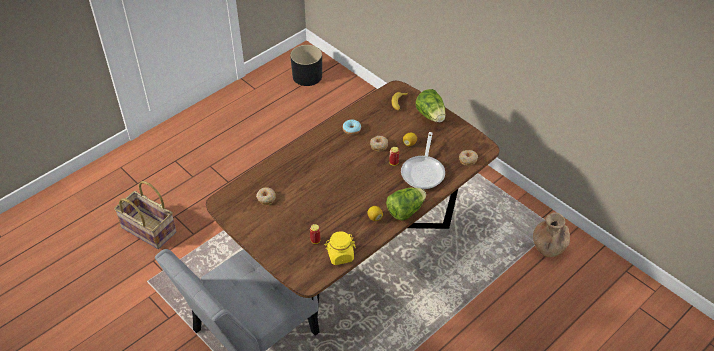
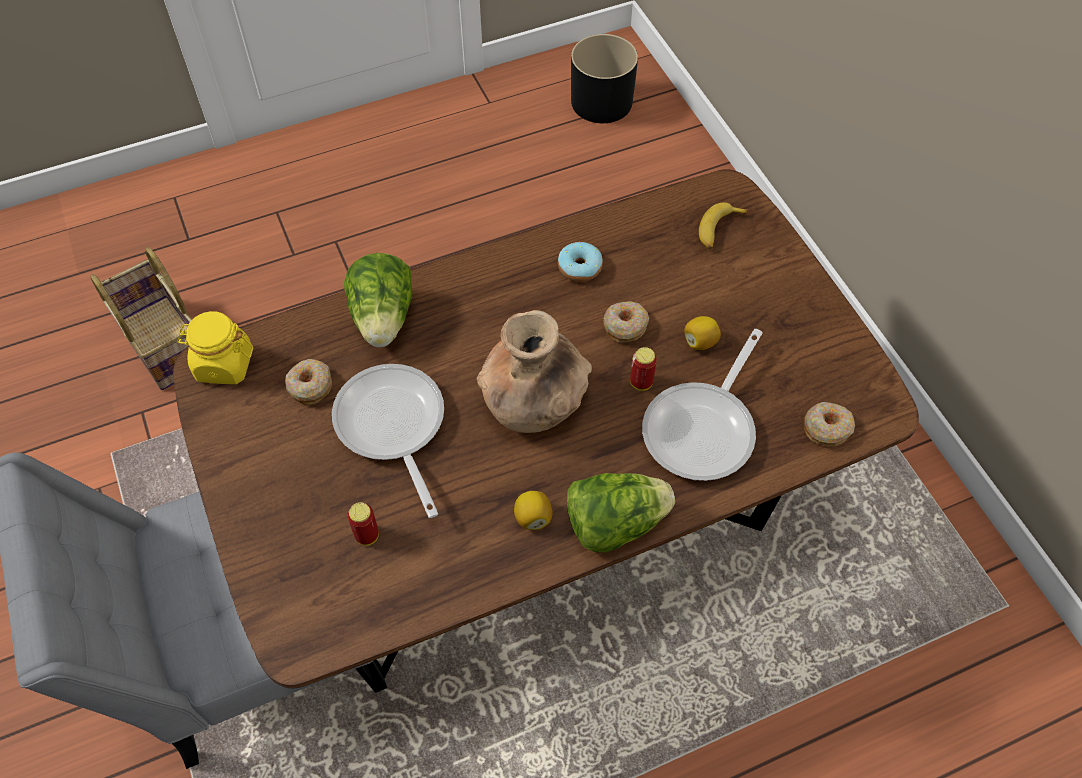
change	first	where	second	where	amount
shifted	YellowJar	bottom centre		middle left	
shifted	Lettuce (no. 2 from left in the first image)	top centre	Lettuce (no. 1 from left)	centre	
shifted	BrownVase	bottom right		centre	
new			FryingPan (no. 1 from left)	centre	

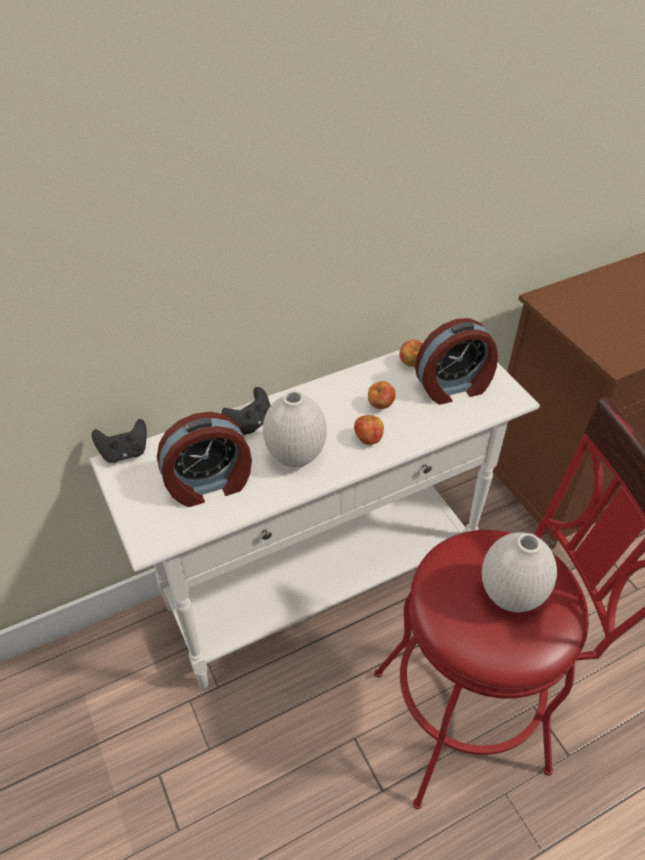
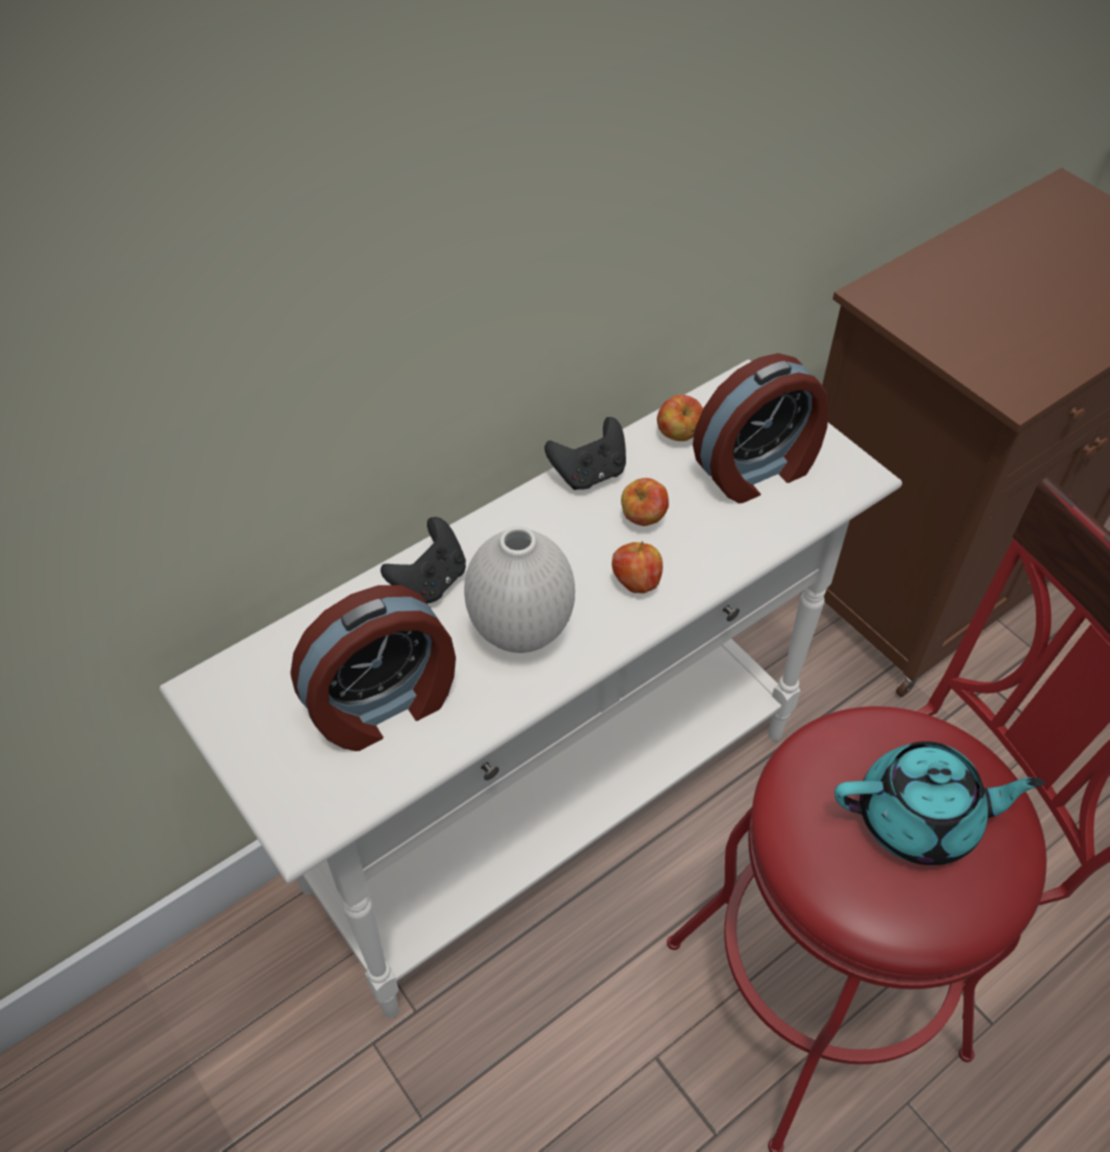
change	first	where	second	where	amount
shifted	BlackGameController (no. 1 from left in the first image)	middle left	BlackGameController (no. 2 from left)	centre	
swapped	WhiteVase (no. 2 from left)	middle right	TurquoiseTeapot	bottom right	

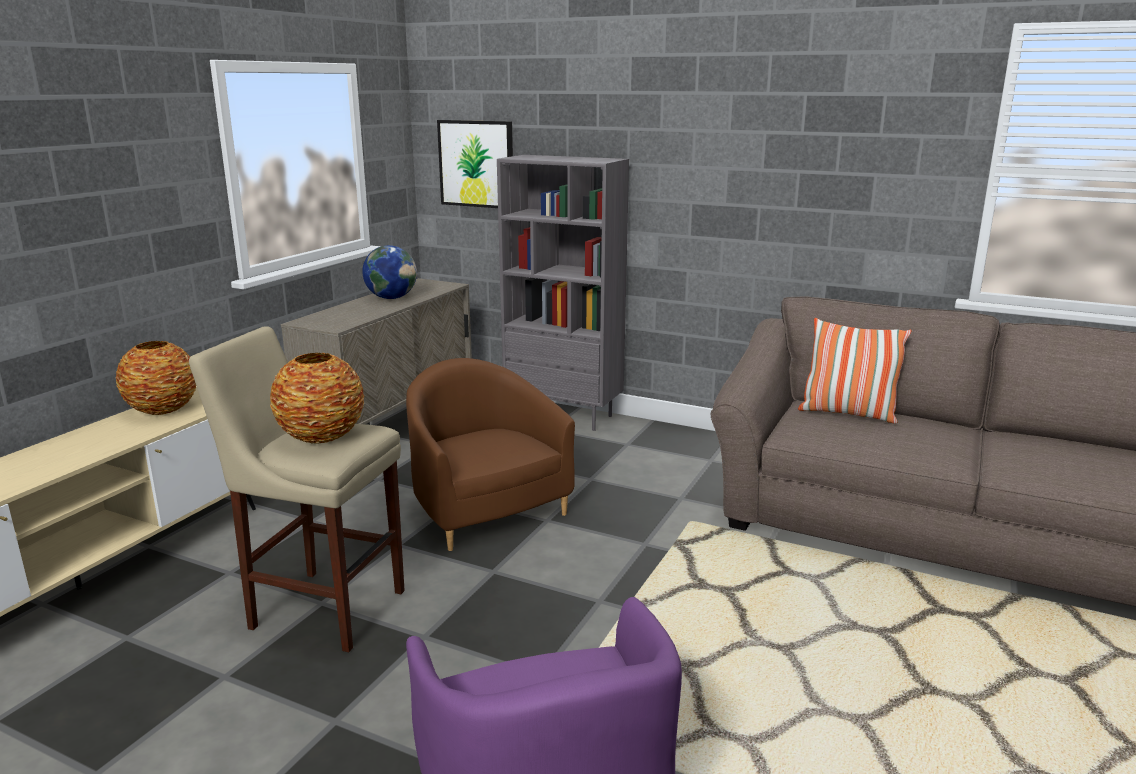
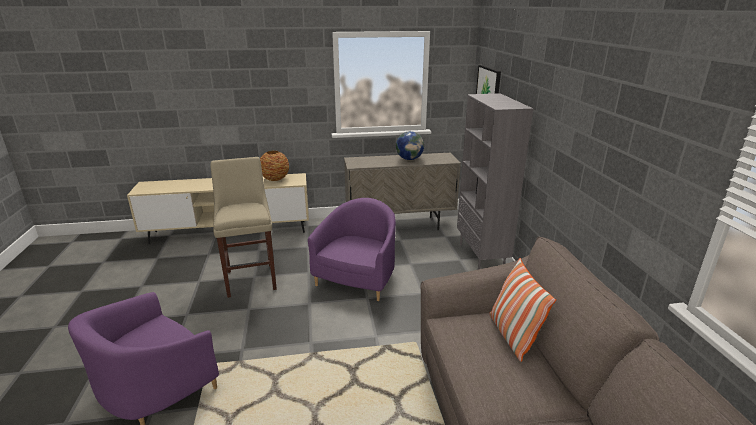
change	first	where	second	where	amount
gone	Vase (no. 2 from left)	middle left			
repainted	BrownArmchair	centre	PurpleArmchair (no. 2 from left)	centre	

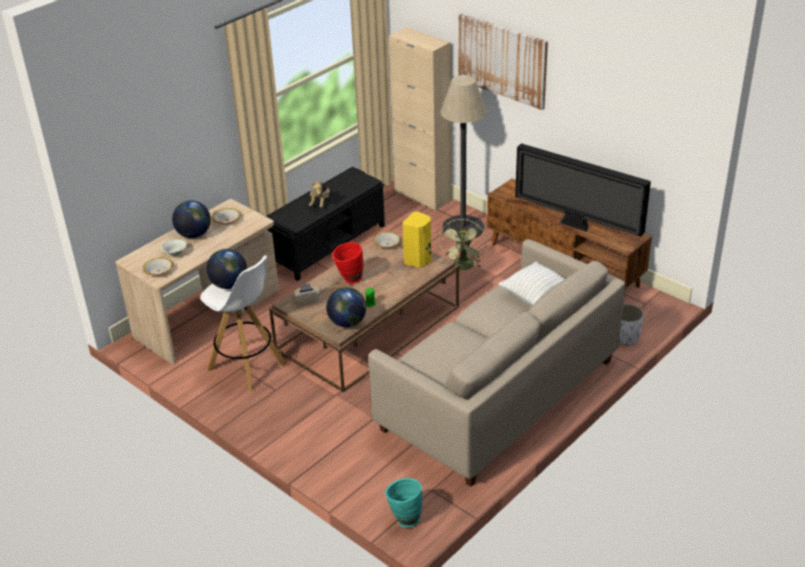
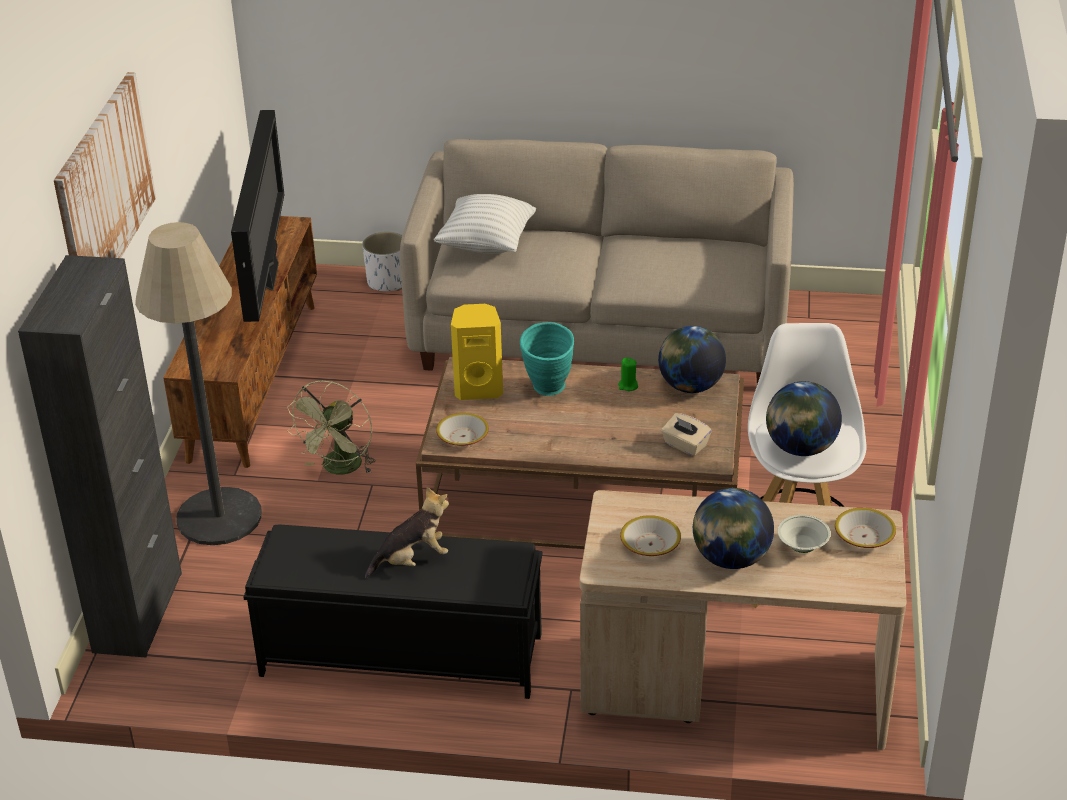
change	first	where	second	where	amount
gone	RedVase	centre			
shifted	TurquoiseVase	bottom centre		centre	
repainted	BeigeCabinet	top centre	BlackCabinet	middle left	
rotated	GreenFan	centre		middle left	135 degrees clockwise

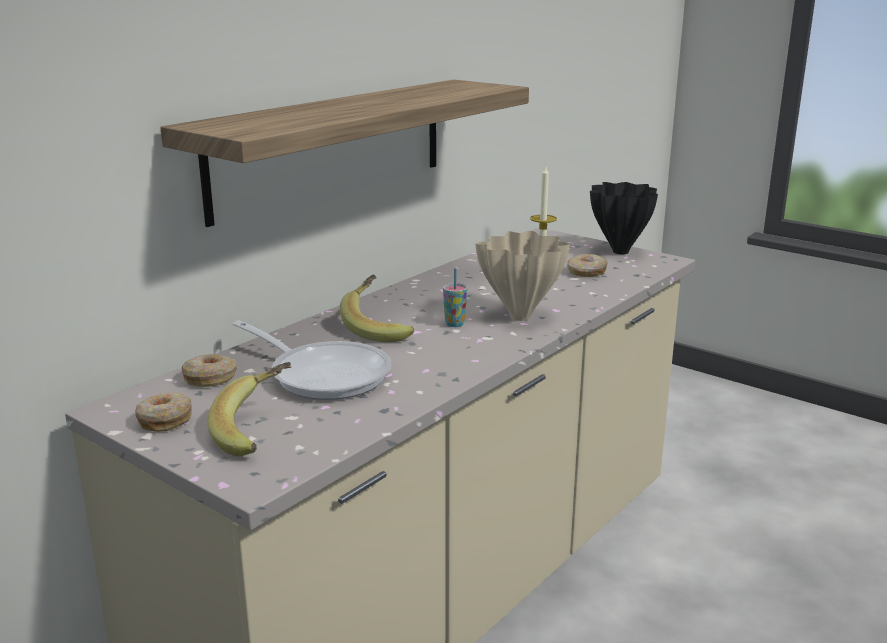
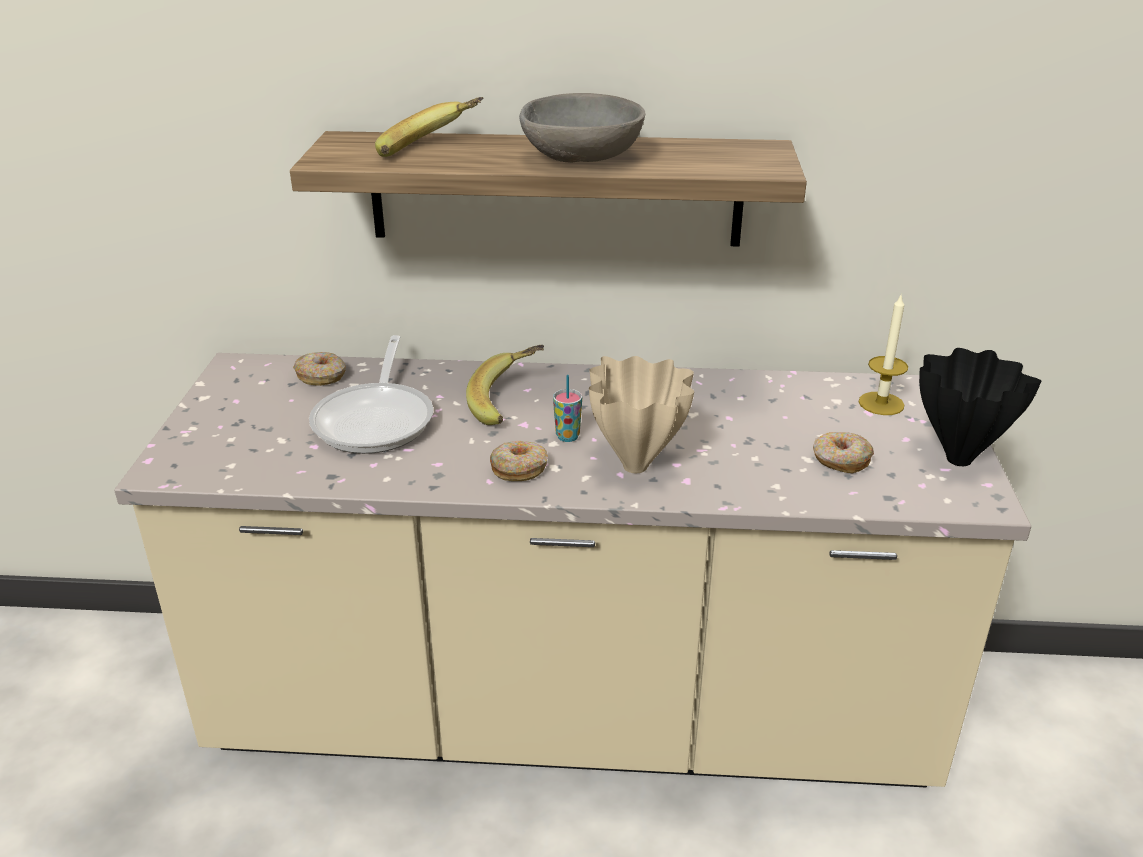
change	first	where	second	where	amount
shifted	Donut (no. 1 from left in the first image)	middle left	Donut (no. 2 from left)	centre	
shifted	Banana (no. 1 from left)	middle left		top centre	
new			GreyBowl	top centre	

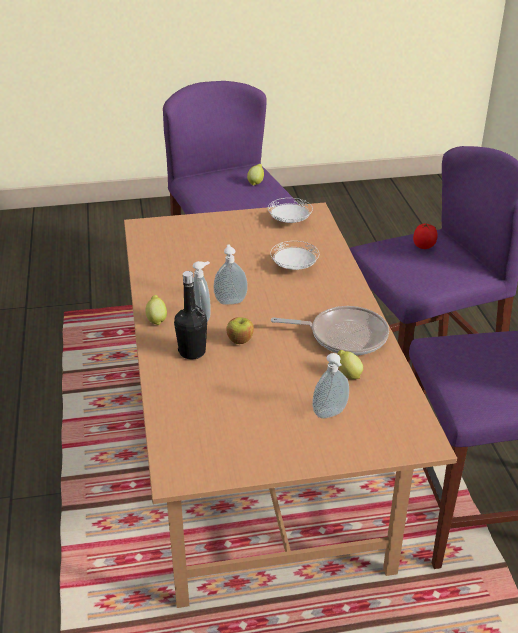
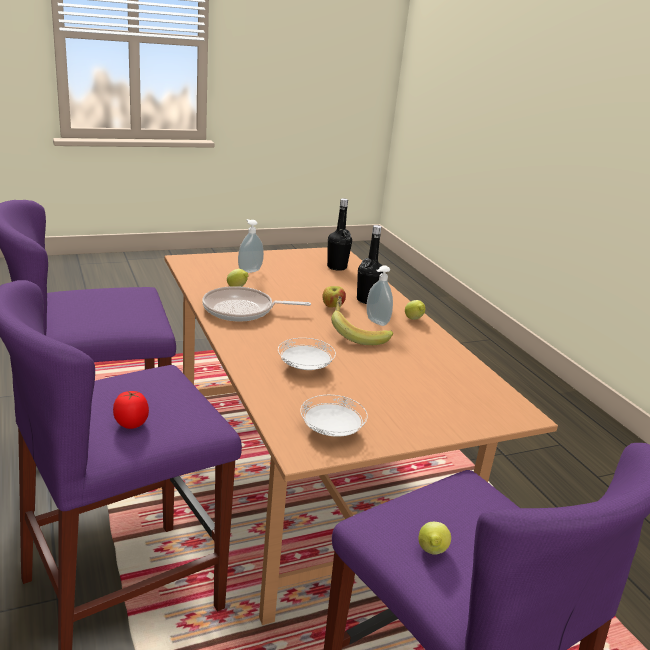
change	first	where	second	where	amount
swapped	SoapDispenser (no. 2 from left)	centre	Banana	centre	
new			BlackBottle (no. 1 from left)	centre	

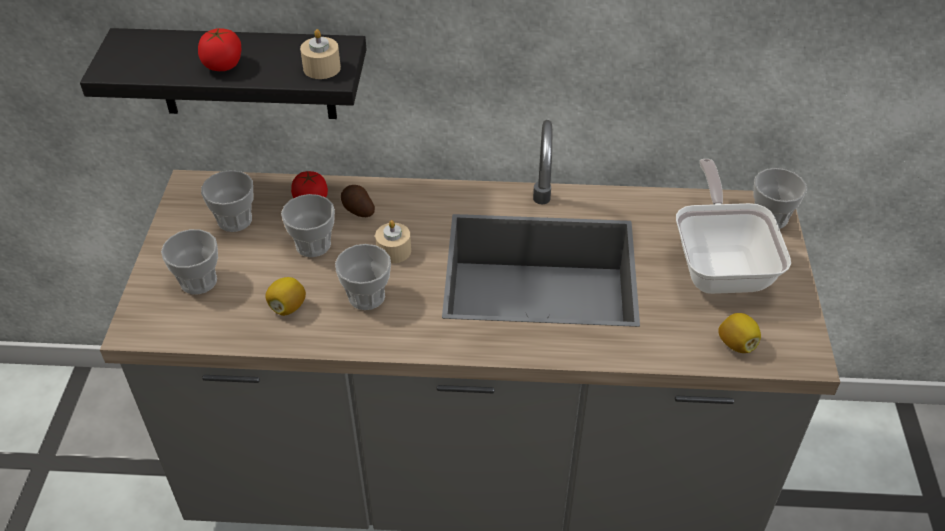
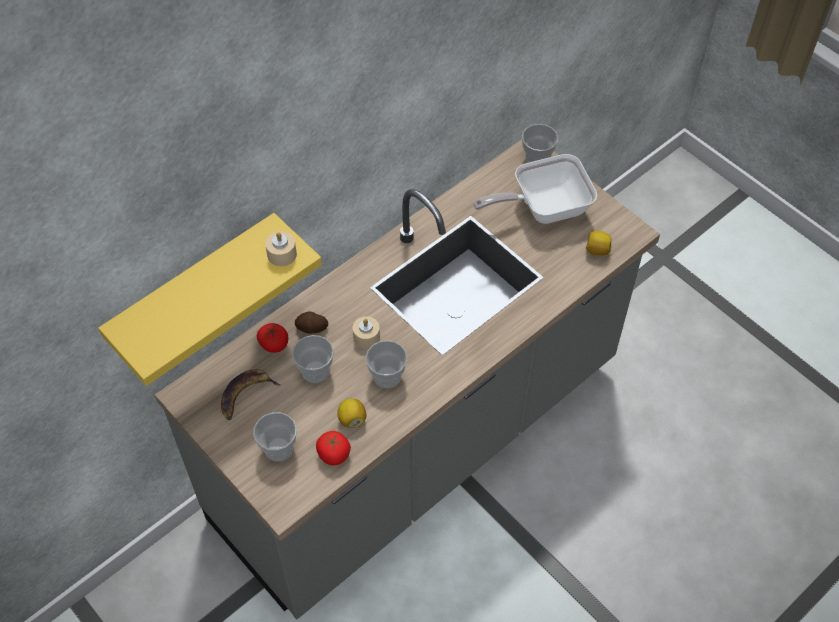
change	first	where	second	where	amount
repainted	BlackShelf	top left	YellowShelf	middle left	
shifted	Tomato (no. 1 from left in the first image)	top left	Tomato (no. 2 from left)	bottom centre	
swapped	Cup (no. 2 from left)	middle left	Banana	middle left	
rotated	FryingPan	middle right		top centre	60 degrees counterclockwise

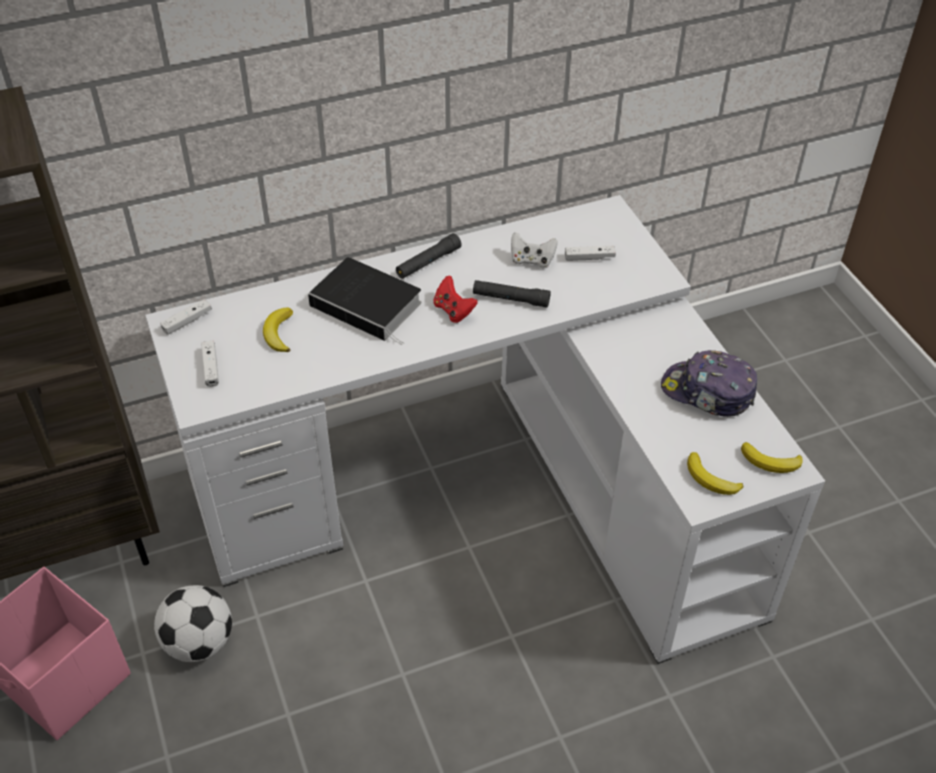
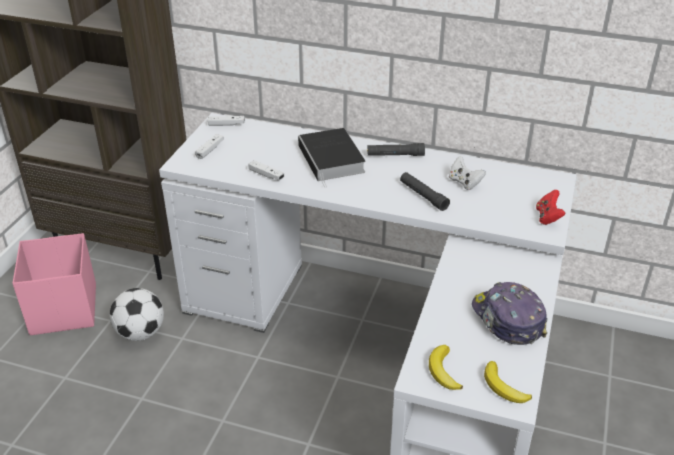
change	first	where	second	where	amount
gone	Banana (no. 1 from left)	middle left			
shifted	RedGameController	centre		middle right	
shifted	WhiteGameController (no. 4 from left in the first image)	top centre	WhiteGameController (no. 3 from left)	centre	

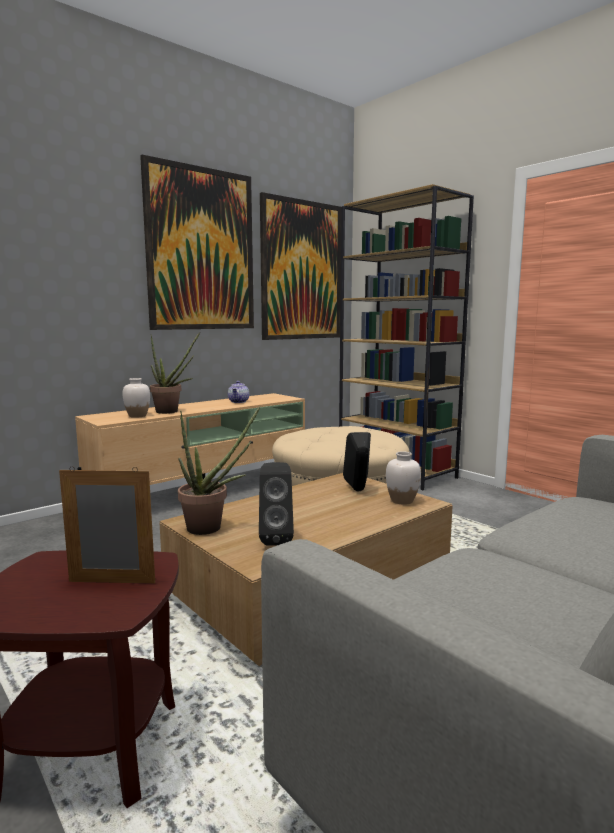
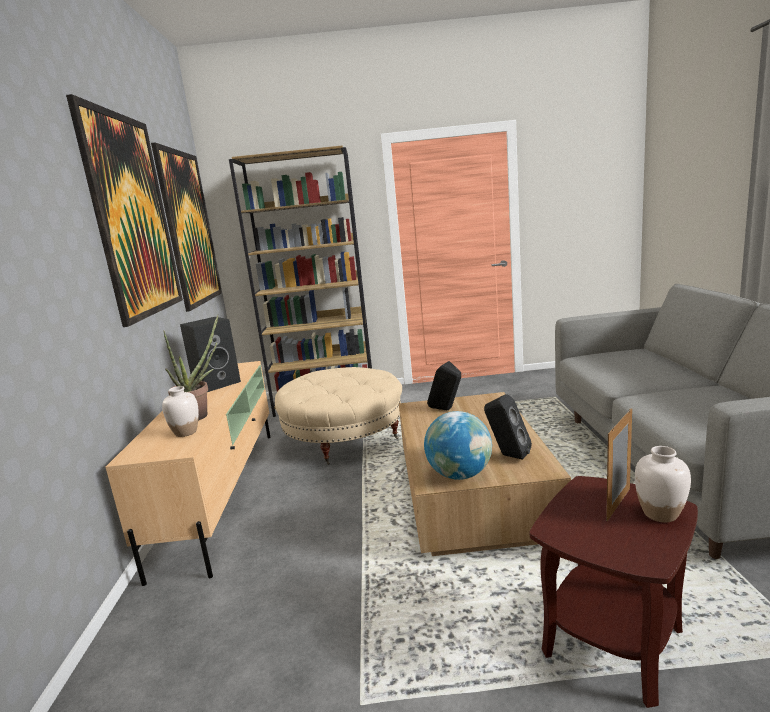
change	first	where	second	where	amount
swapped	PottedPlant (no. 2 from left)	centre	Globe	centre	
swapped	Teapot	centre	BlackSpeaker (no. 1 from left)	middle left	
shifted	WhiteVase (no. 2 from left)	centre		bottom right	

